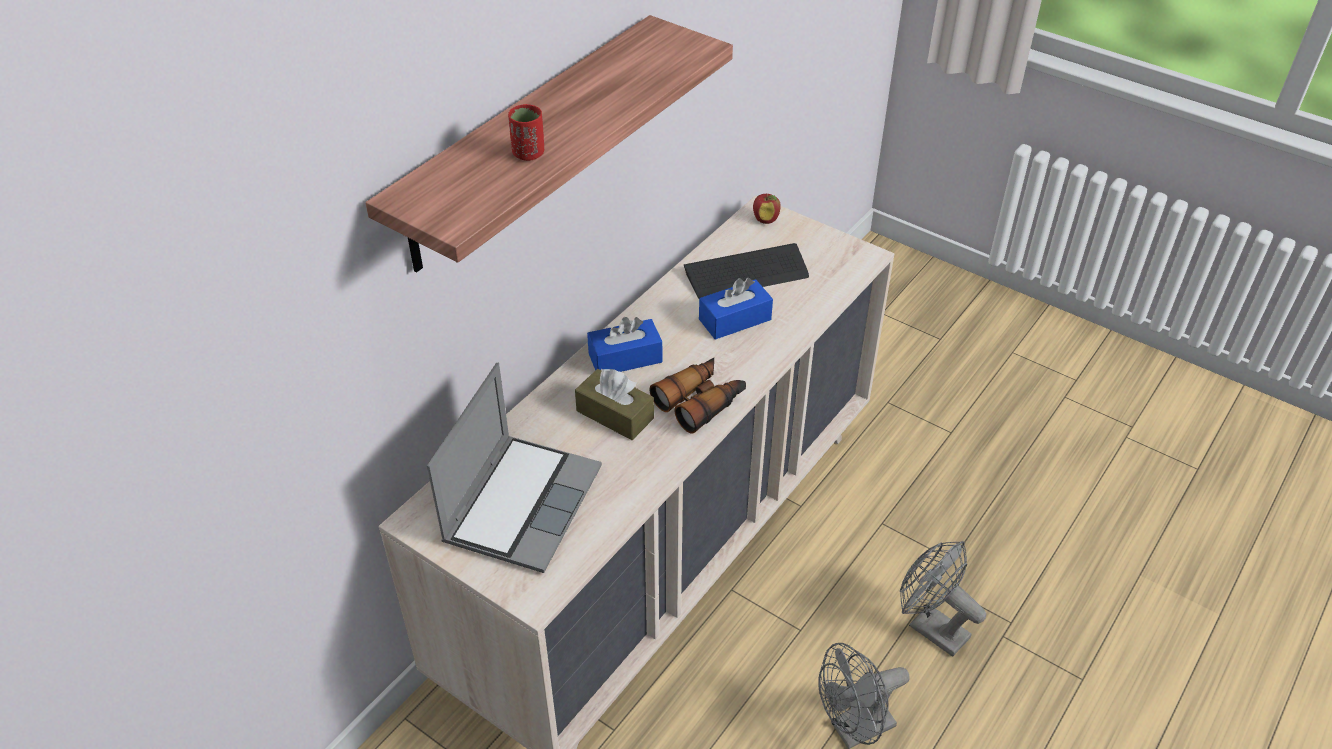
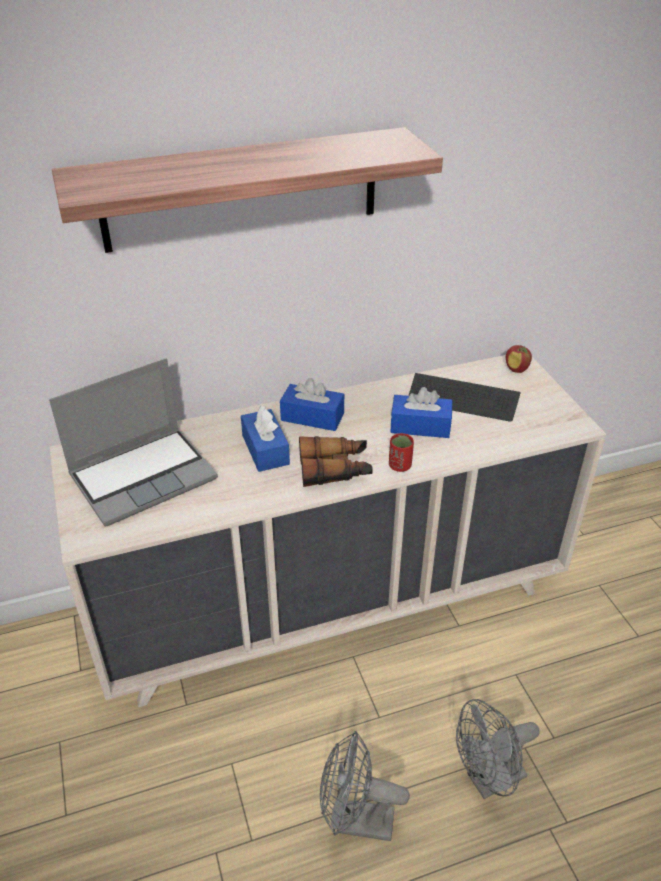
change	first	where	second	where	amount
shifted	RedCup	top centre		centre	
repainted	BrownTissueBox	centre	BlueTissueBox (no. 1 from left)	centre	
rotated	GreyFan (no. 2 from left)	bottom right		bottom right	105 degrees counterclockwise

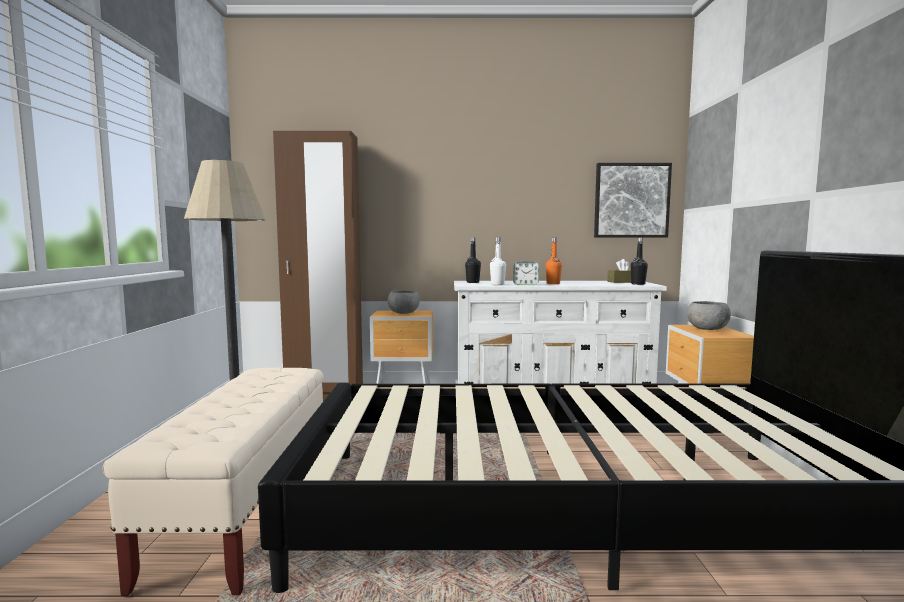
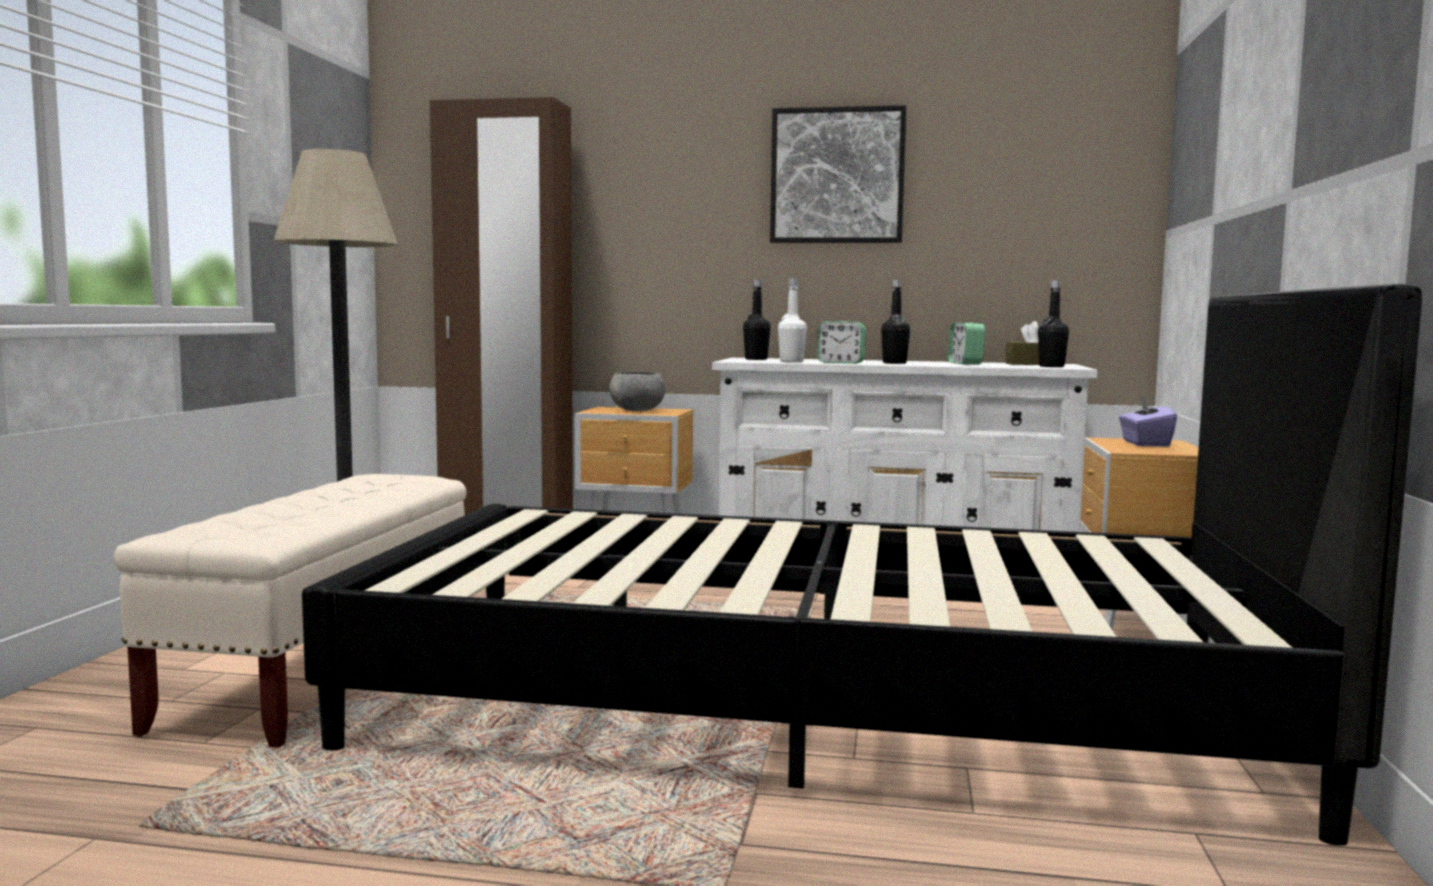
change	first	where	second	where	amount
repainted	OrangeBottle	centre	BlackBottle (no. 2 from left)	centre	
shifted	Picture	top right		top centre	
swapped	GreyBowl (no. 2 from left)	middle right	PurpleTissueBox	middle right	
new			AlarmClock (no. 2 from left)	middle right	

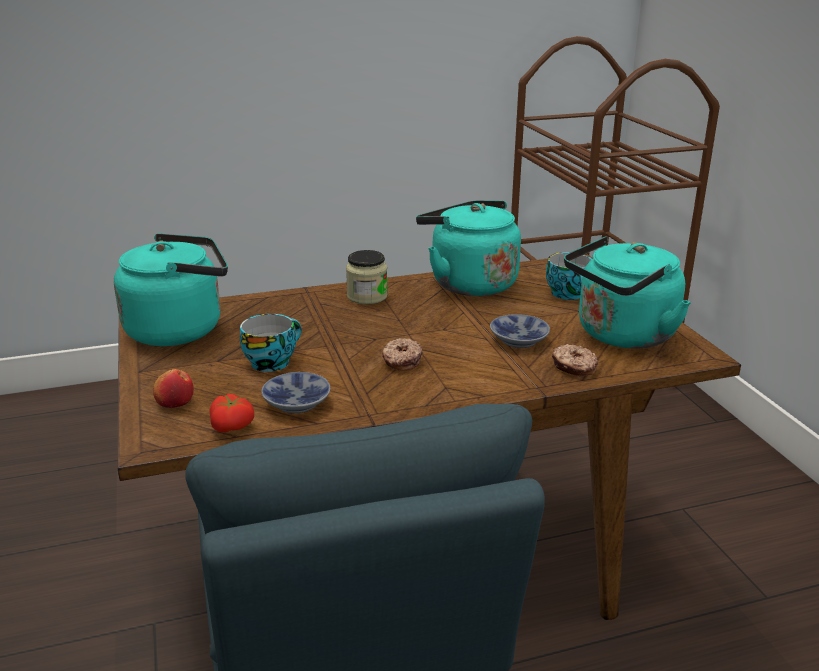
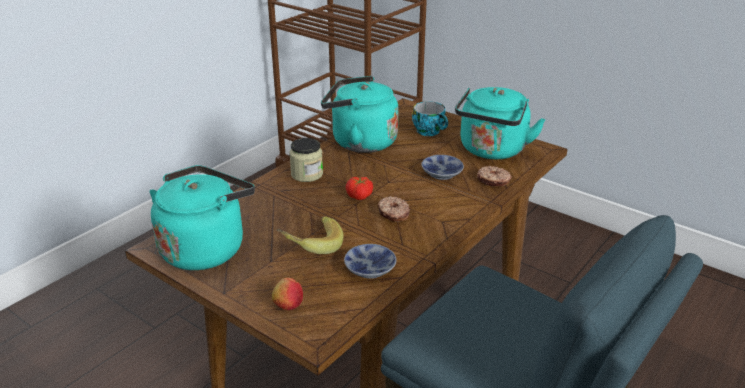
change	first	where	second	where	amount
shifted	Tomato	middle left		centre	
swapped	Cup (no. 1 from left)	middle left	Banana	centre	

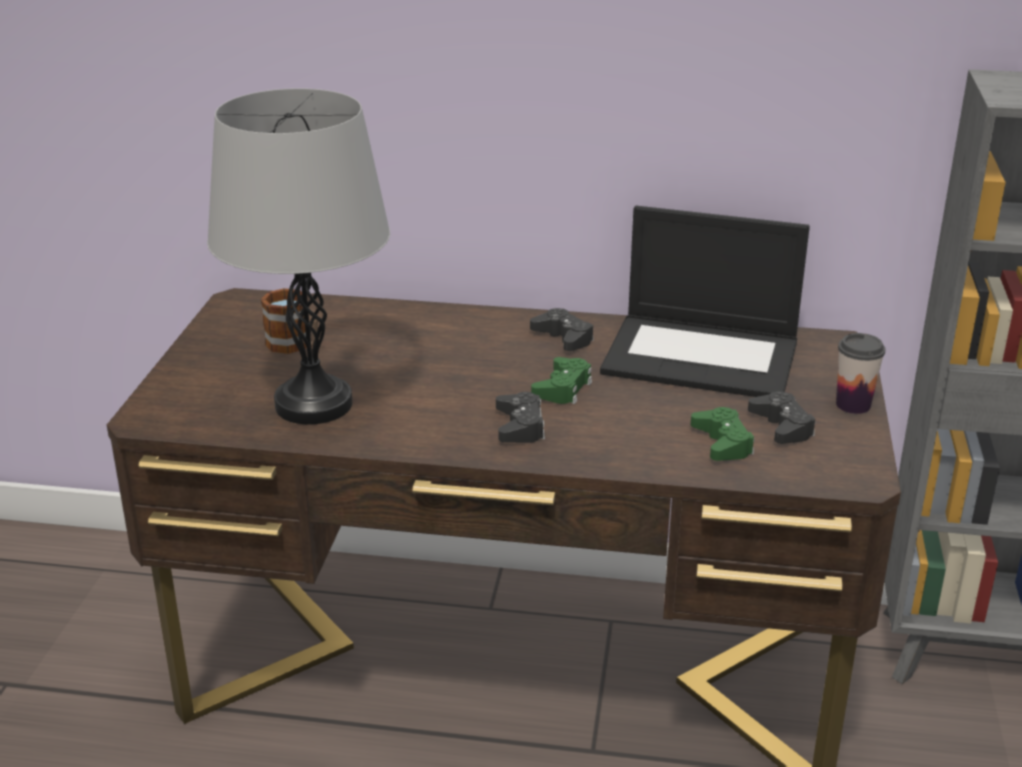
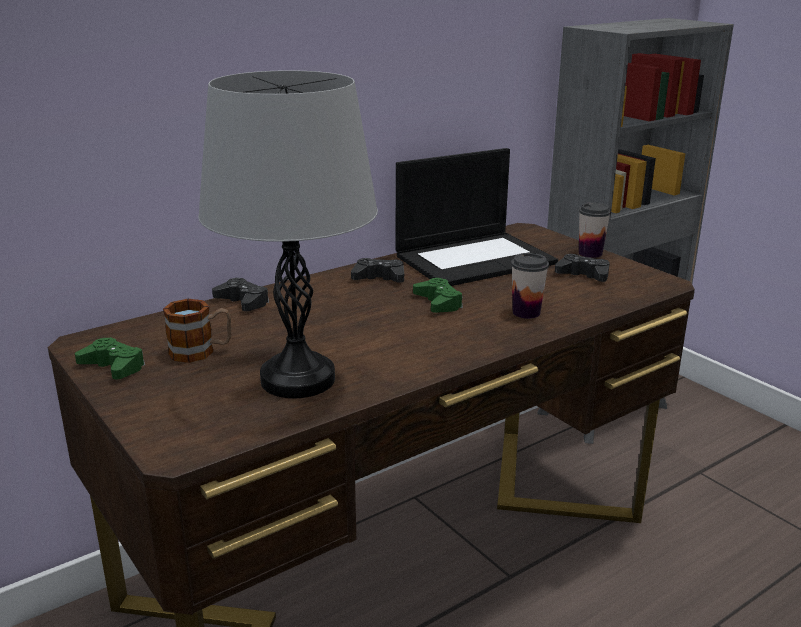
change	first	where	second	where	amount
shifted	BlackGameController (no. 1 from left)	centre		middle left	
shifted	GreenGameController (no. 2 from left in the first image)	middle right	GreenGameController (no. 1 from left)	middle left	
new			Cup (no. 1 from left)	centre	

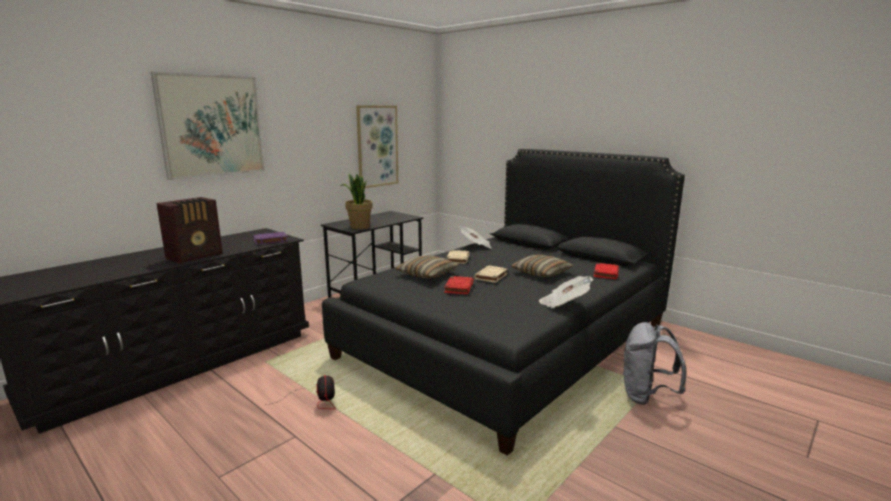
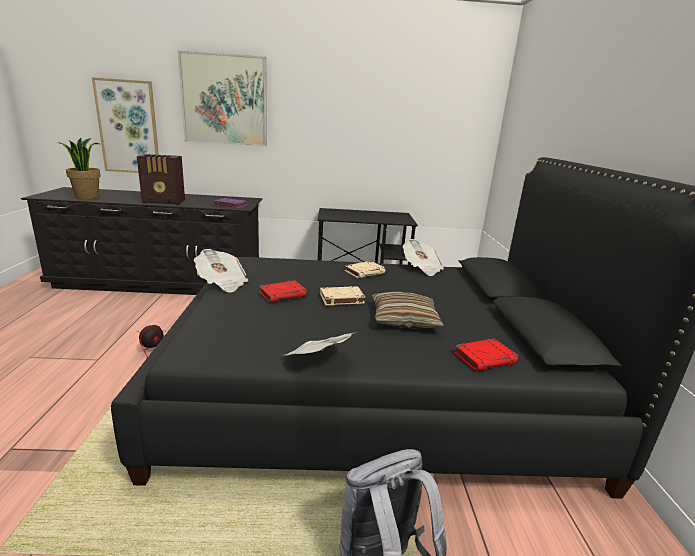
change	first	where	second	where	amount
shifted	PottedPlant	centre		top left	
shifted	Picture (no. 2 from left in the first image)	top centre	Picture (no. 1 from left)	top left	
gone	Pillow (no. 1 from left)	centre			
new			Newspaper (no. 1 from left)	middle left	

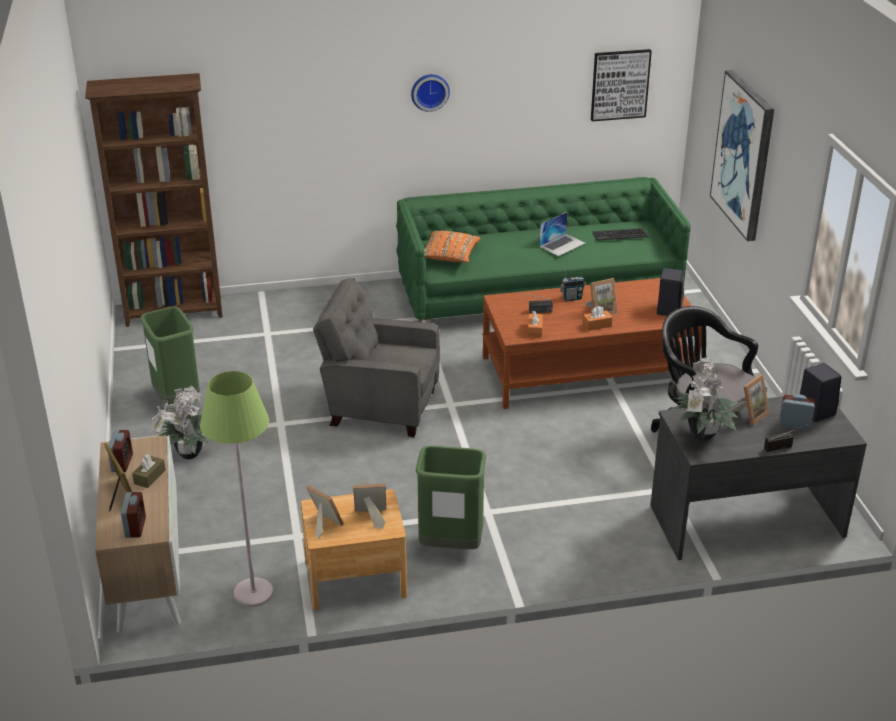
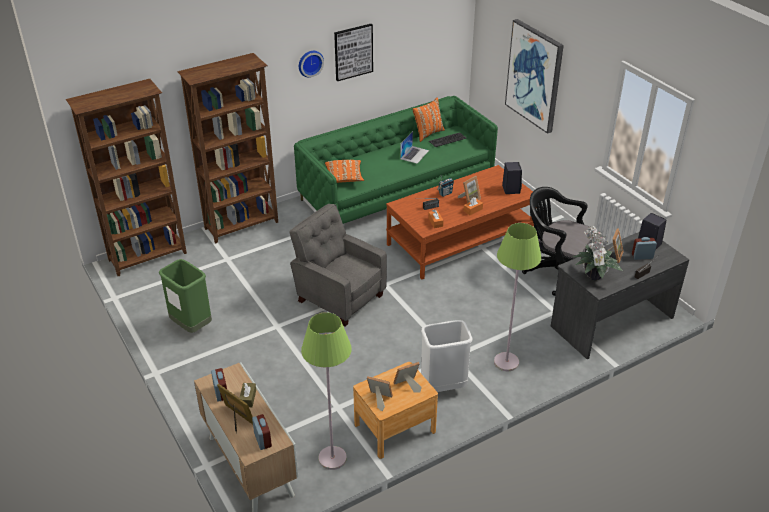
change	first	where	second	where	amount
gone	PottedPlant (no. 1 from left)	middle left			
rotated	GreyArmchair	centre		centre	45 degrees clockwise
repainted	GreenTrashCan (no. 2 from left)	bottom centre	WhiteTrashCan	bottom centre	
shifted	Picture (no. 1 from left)	top right		top centre	
new			BrownBookcase (no. 2 from left)	top left	
new			OrangePillow (no. 2 from left)	top centre	
new			GreenFloorLamp (no. 2 from left)	middle right	

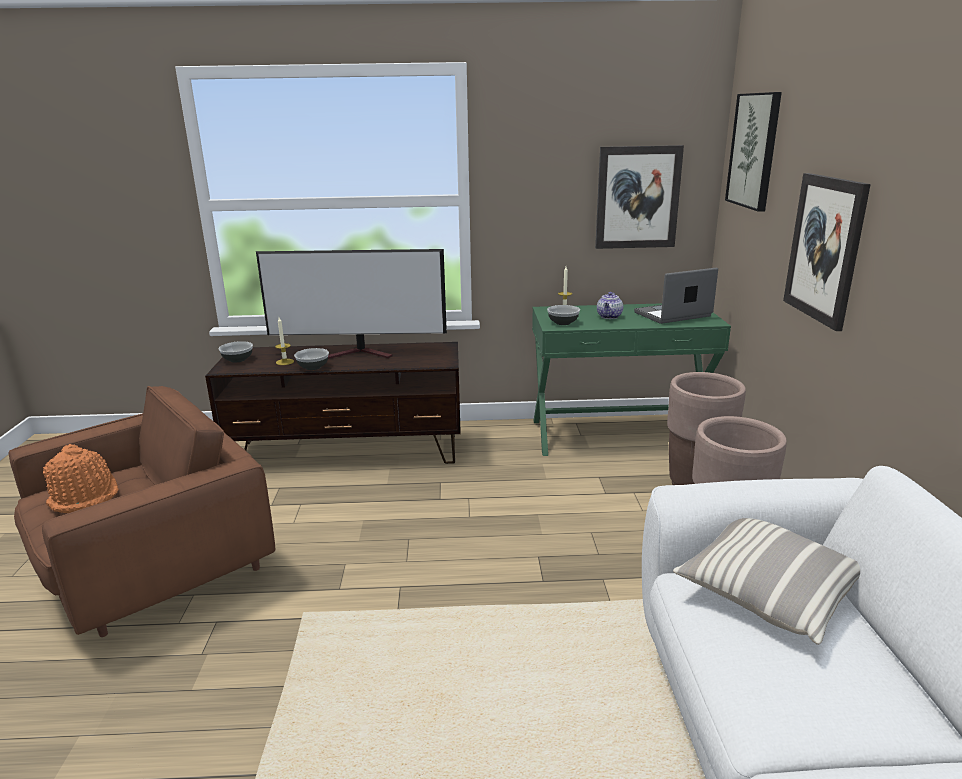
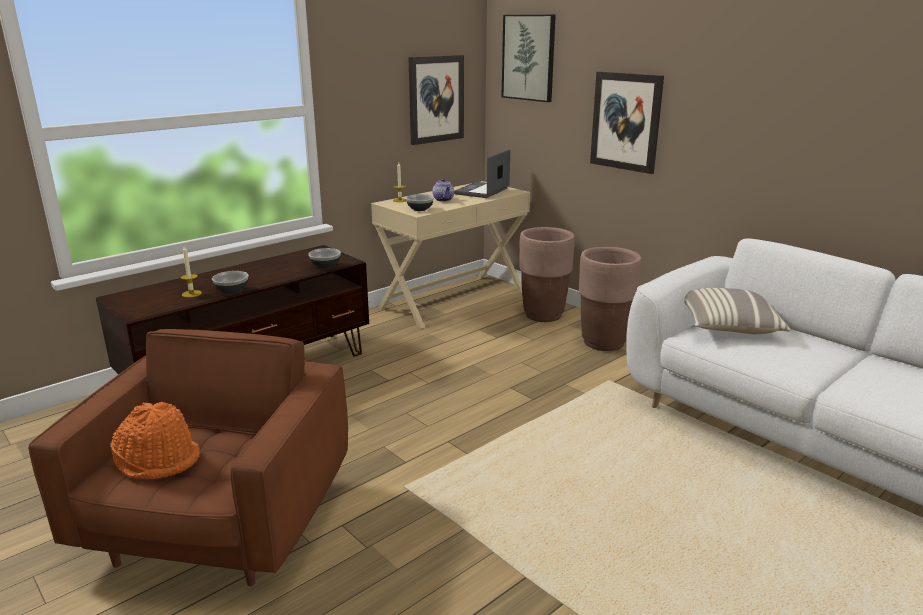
change	first	where	second	where	amount
shifted	Bowl (no. 1 from left in the first image)	middle left	Bowl (no. 2 from left)	centre	
gone	Television	centre			
repainted	GreenConsoleTable	centre	BeigeConsoleTable	centre	

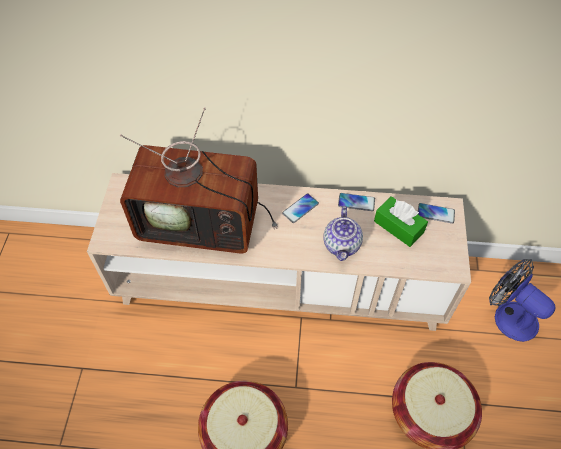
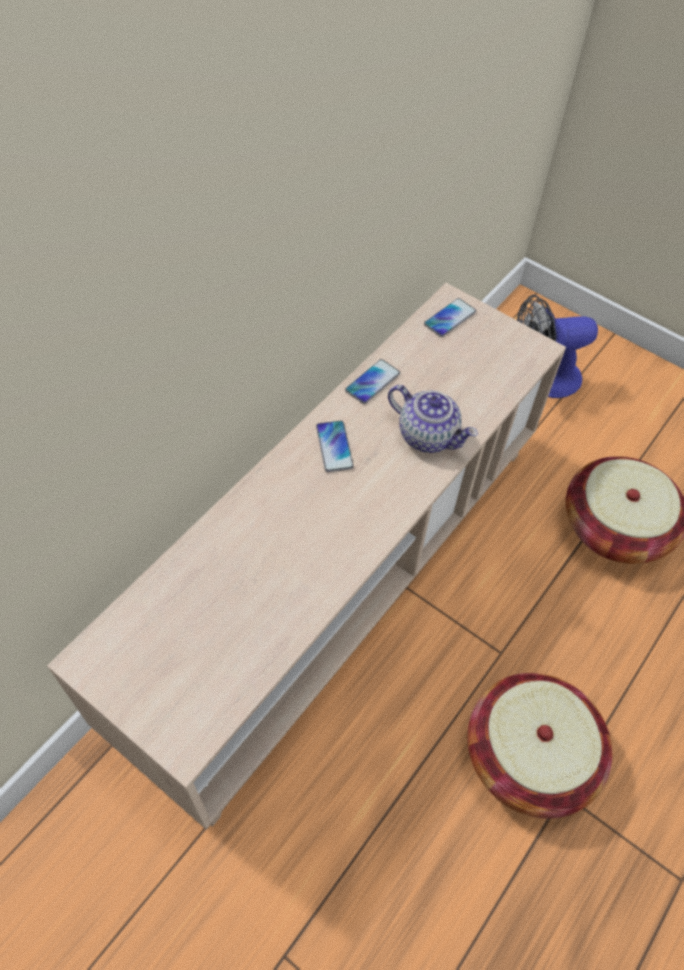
change	first	where	second	where	amount
gone	Television	centre			
gone	GreenTissueBox	middle right			

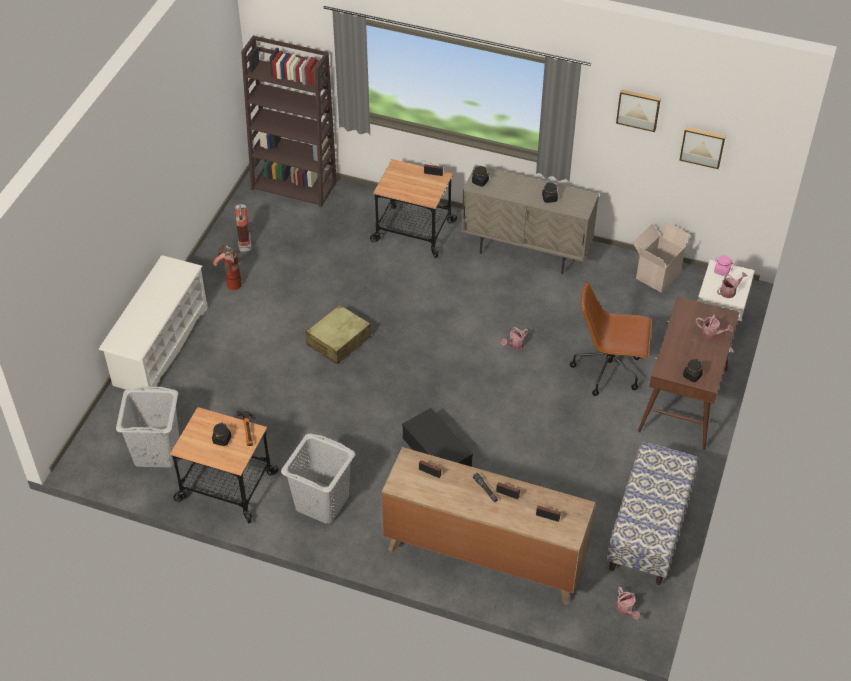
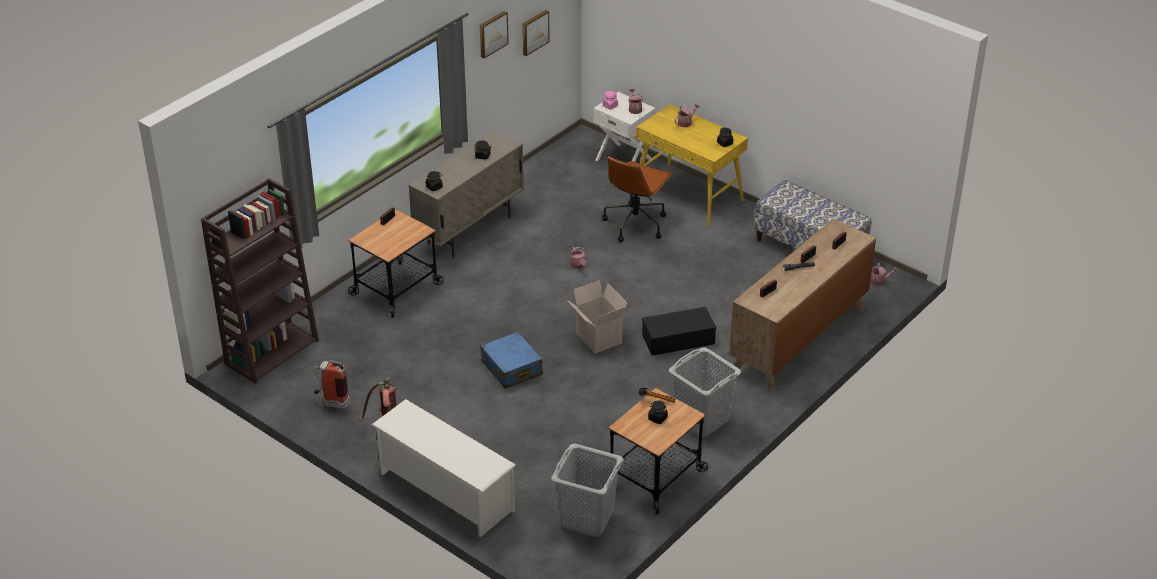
change	first	where	second	where	amount
repainted	BeigeSuitcase	centre	BlueSuitcase	centre	
shifted	CardboardBox	middle right		centre	
repainted	BrownDesk	middle right	YellowDesk	top centre	

